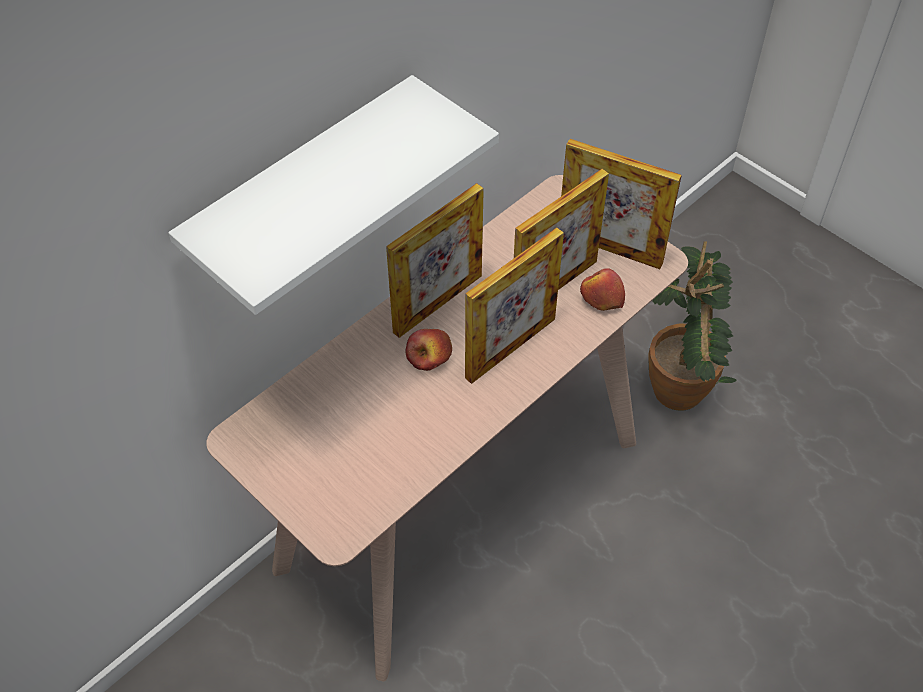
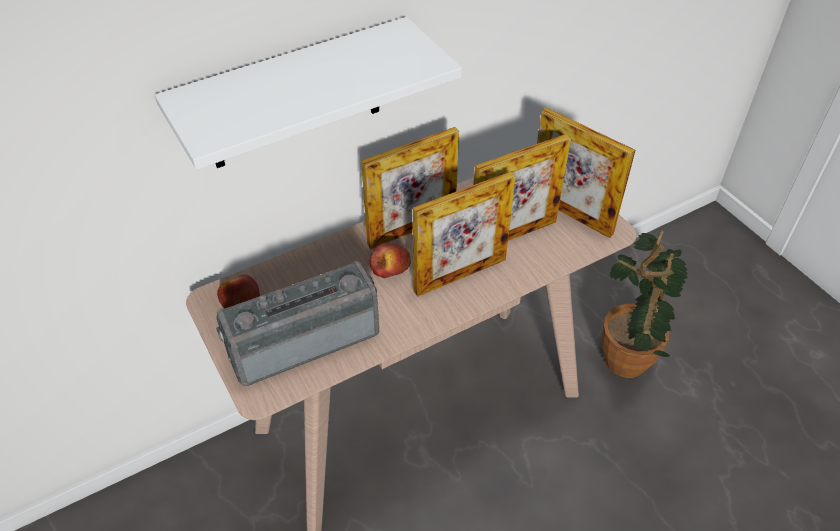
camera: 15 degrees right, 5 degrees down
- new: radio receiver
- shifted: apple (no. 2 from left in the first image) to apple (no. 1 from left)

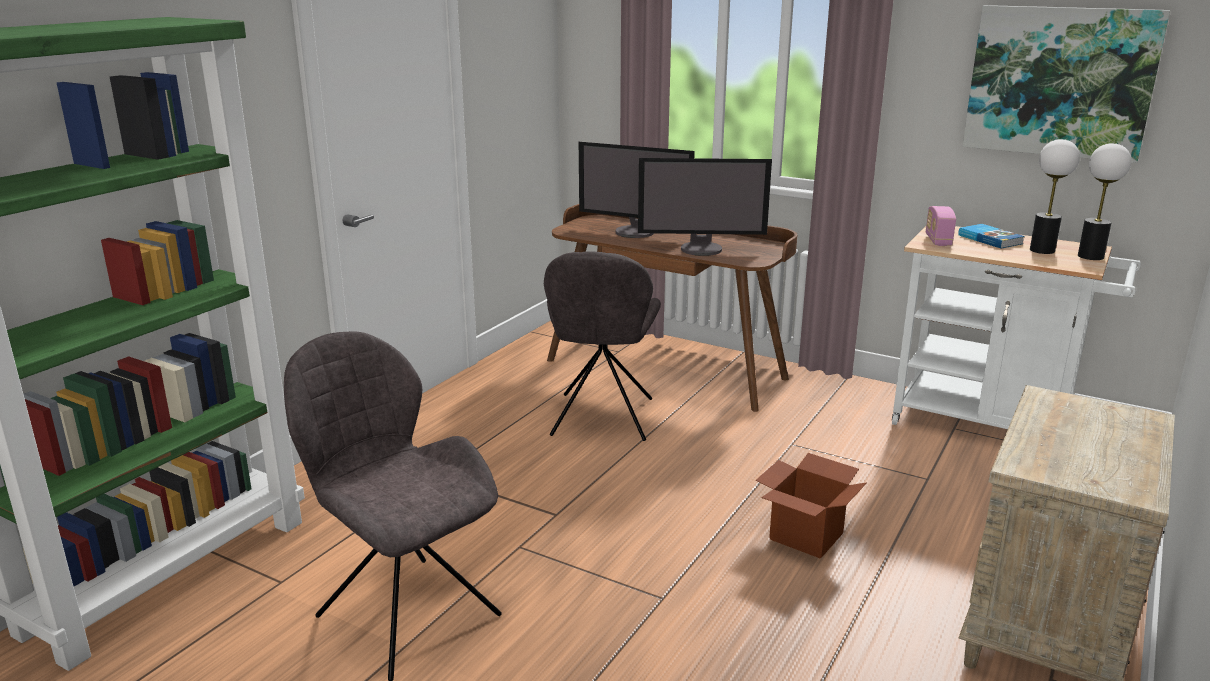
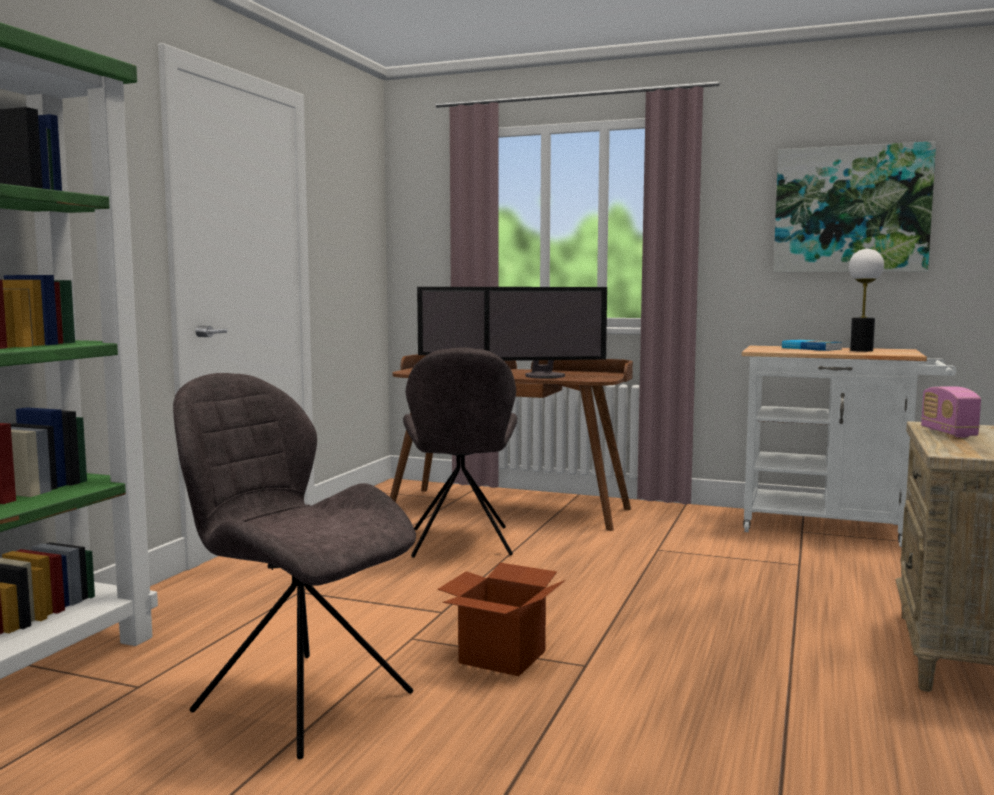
camera: 10 degrees left, 15 degrees down
- gone: table lamp (no. 2 from left)
- shifted: carton
- shifted: radio receiver

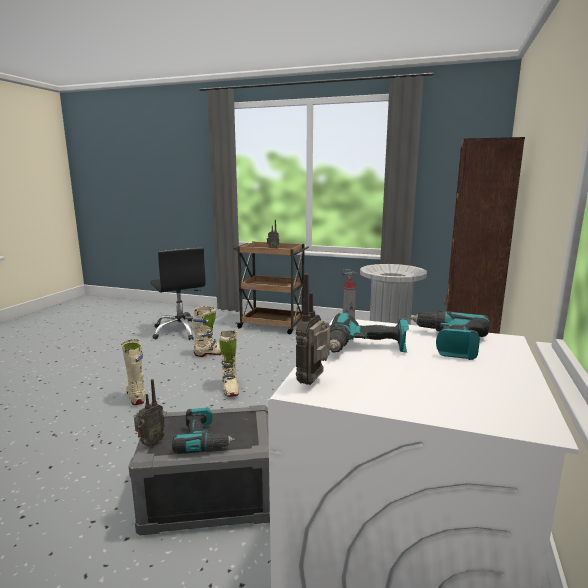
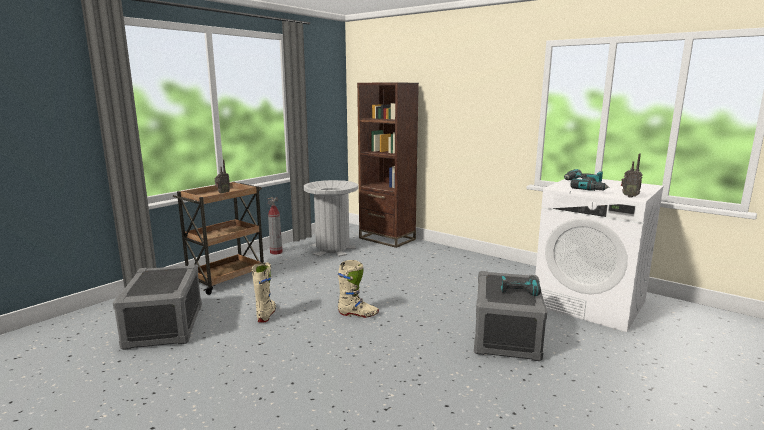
camera: 70 degrees left, 0 degrees up
- gone: high-top boot (beige-coloured) (no. 1 from left)
- gone: radio receiver (no. 1 from left)
- swapped: computer chair (blackish) to storage bin (grey) (no. 1 from left)

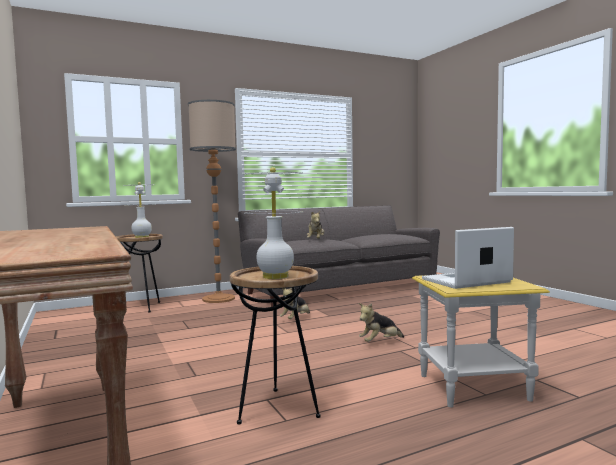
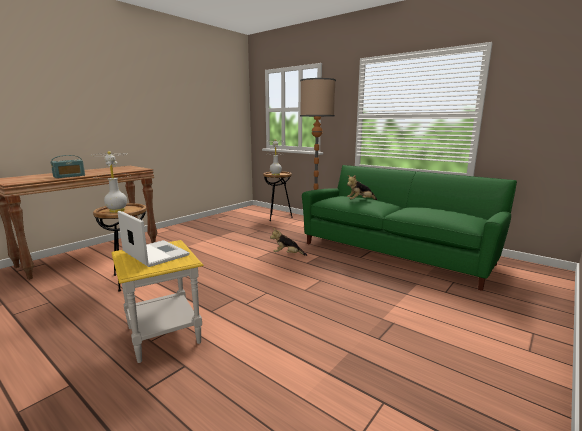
camera: 65 degrees right, 10 degrees up
- gone: plush toy (no. 3 from left)
- new: radio receiver
- repainted: settee (grey) to settee (green)

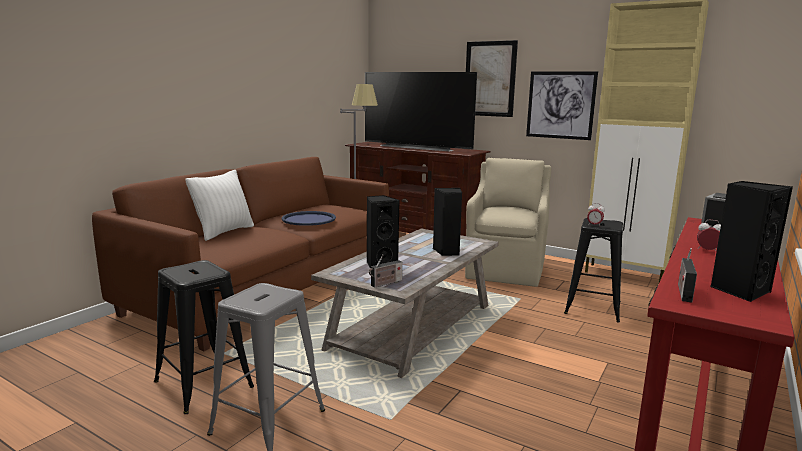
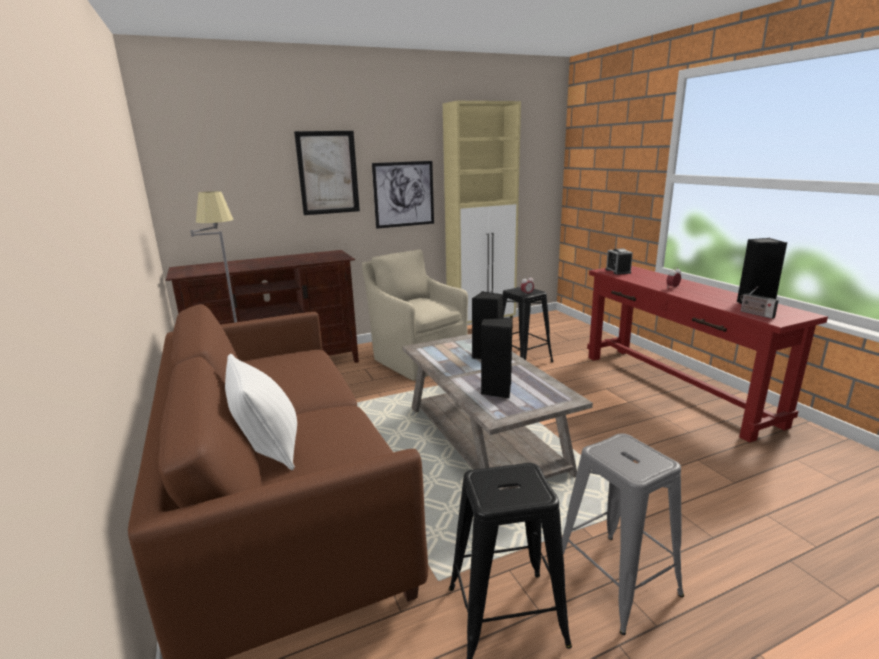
camera: 55 degrees left, 5 degrees up
- gone: serving tray (bluish)
- gone: television
- gone: radio receiver (no. 1 from left)

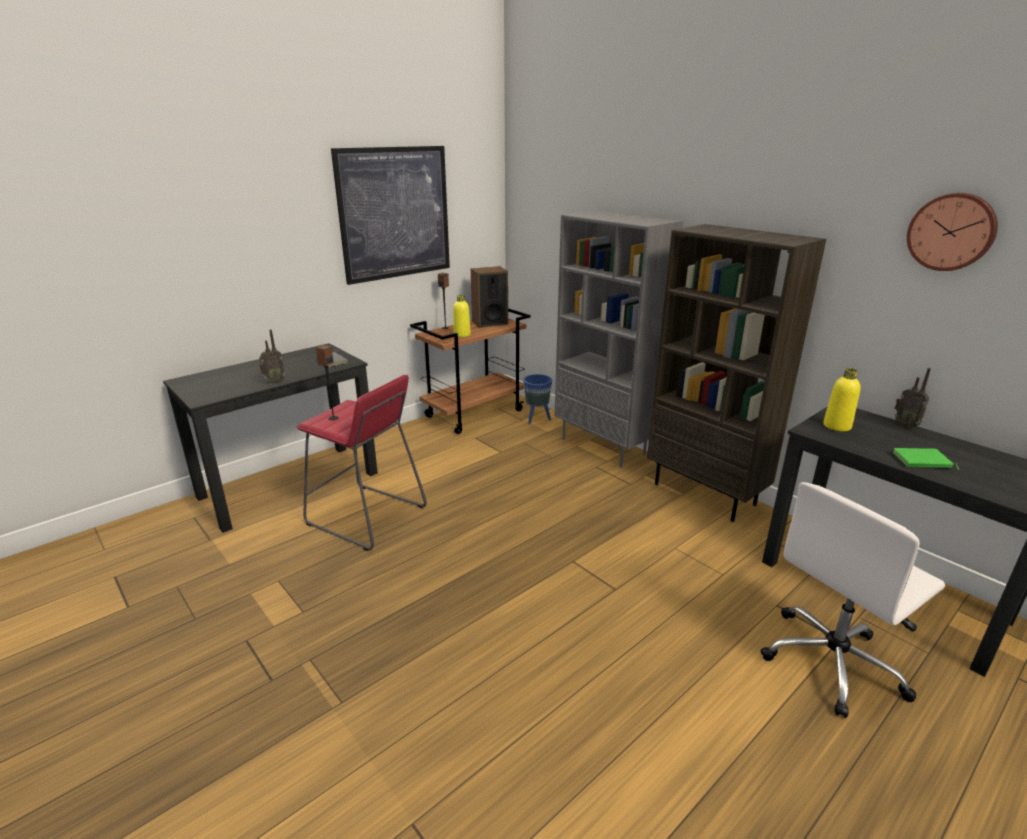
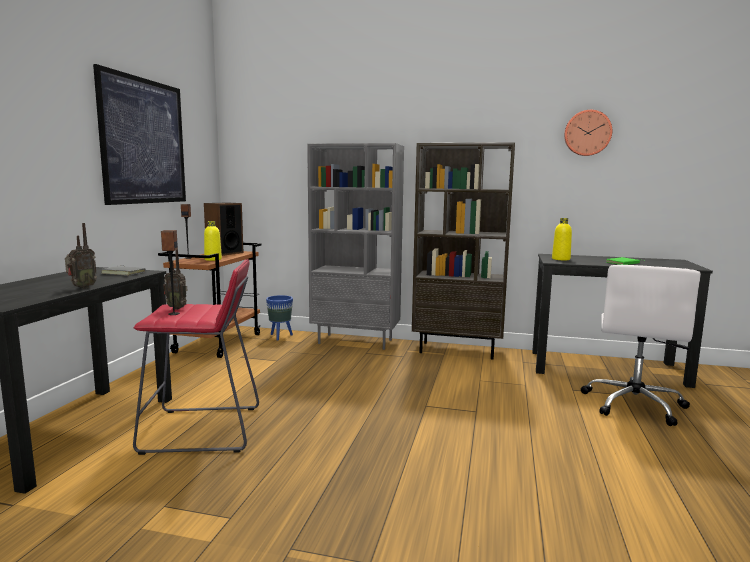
camera: 35 degrees left, 15 degrees down
- shifted: radio receiver (no. 2 from left)

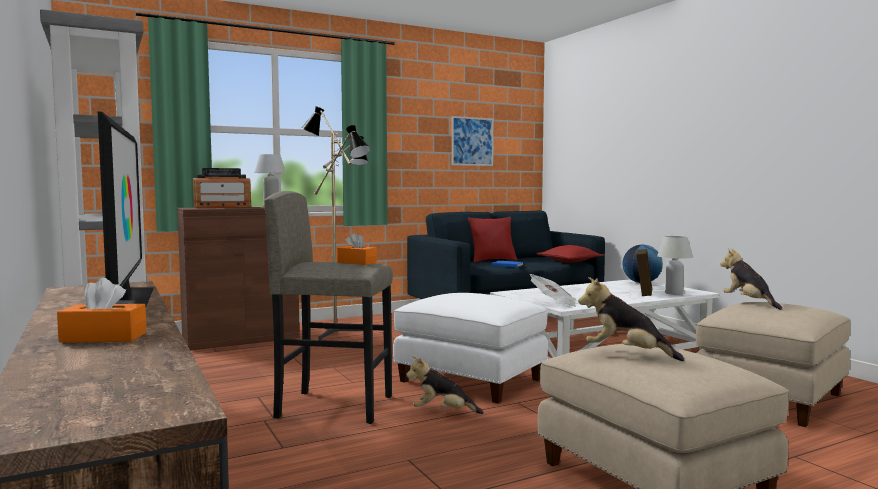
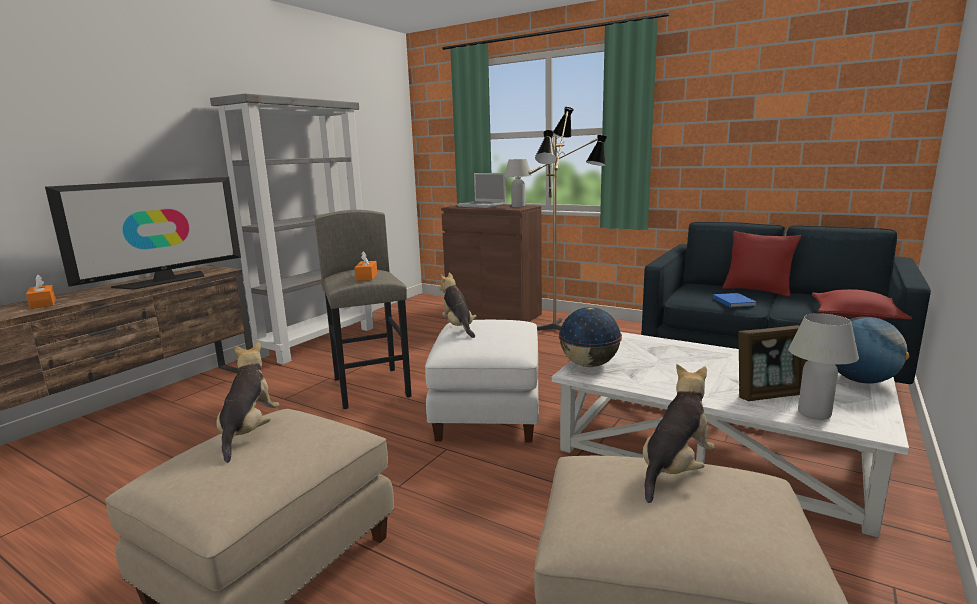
camera: 60 degrees right, 10 degrees up
- gone: wall art
- shifted: plush toy (no. 1 from left in the first image) to plush toy (no. 2 from left)
- swapped: radio receiver to laptop
- swapped: printed paper to desk globe (no. 1 from left)

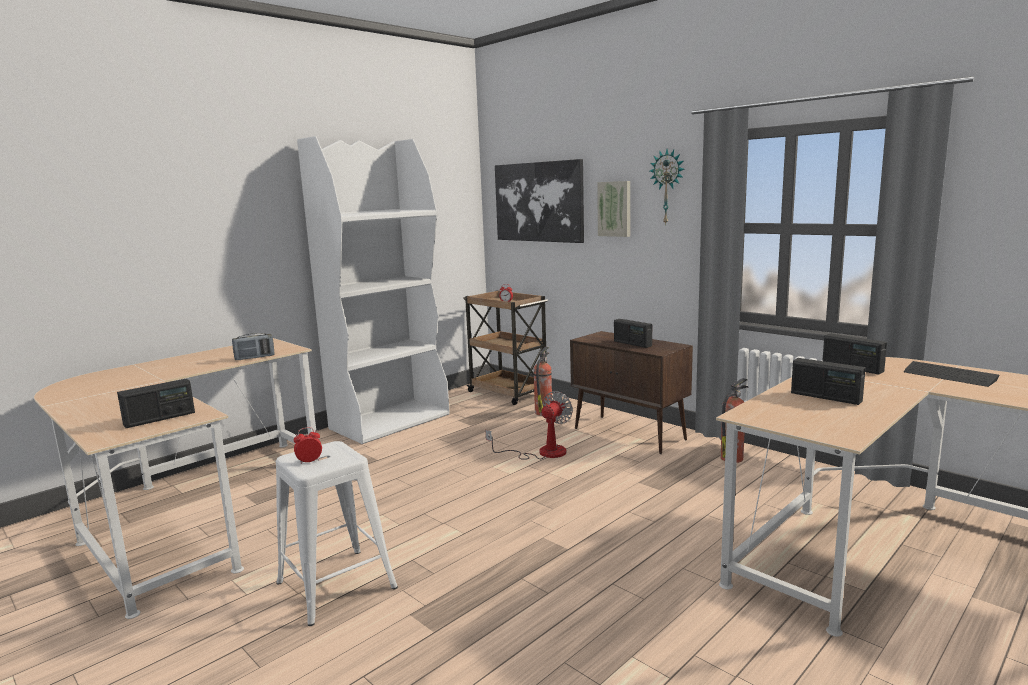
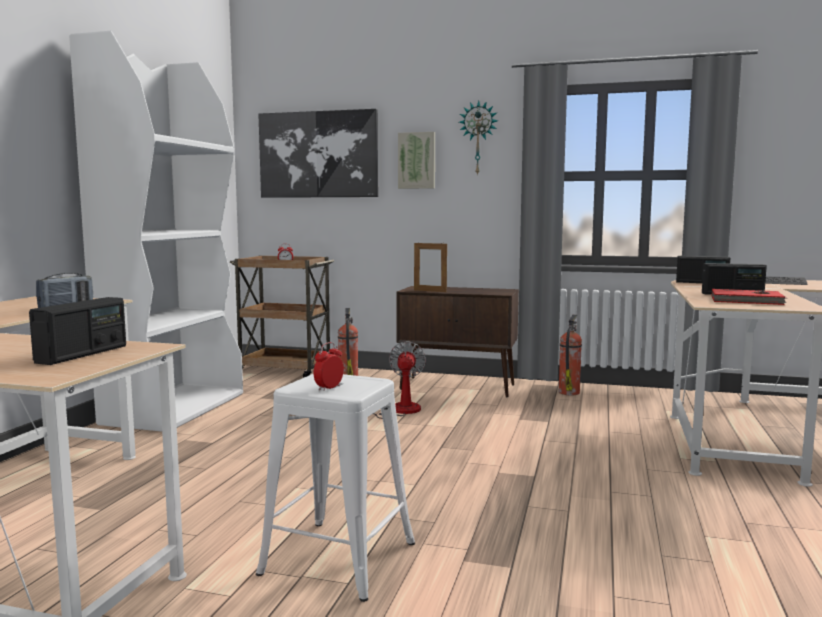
camera: 30 degrees left, 5 degrees down
- gone: radio receiver (no. 3 from left)
- new: photo frame
- new: bound book (red-coloured)

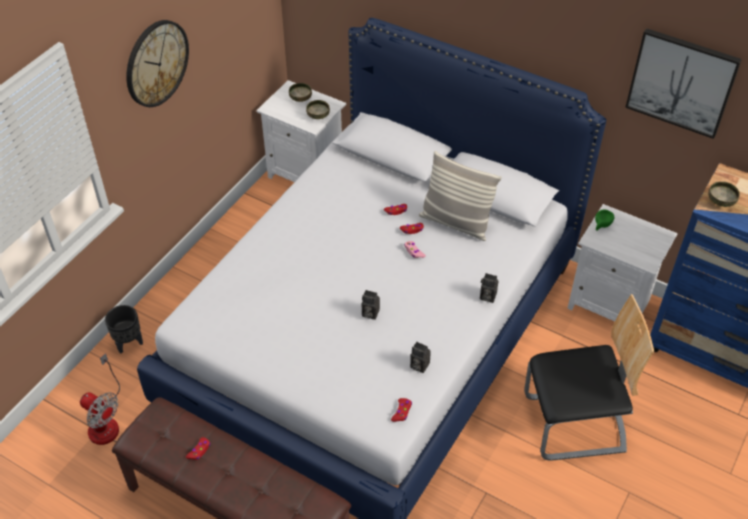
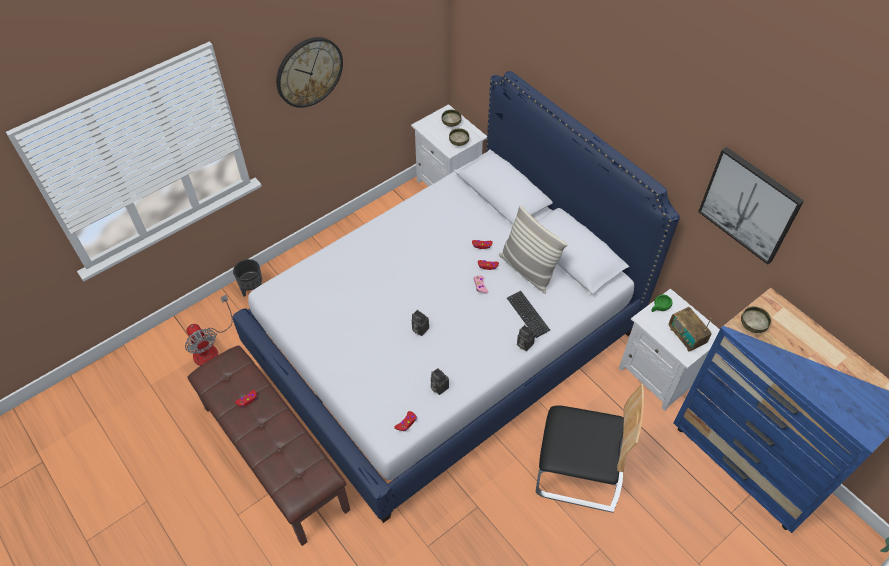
camera: 20 degrees right, 5 degrees up
- new: PC keyboard
- new: radio receiver

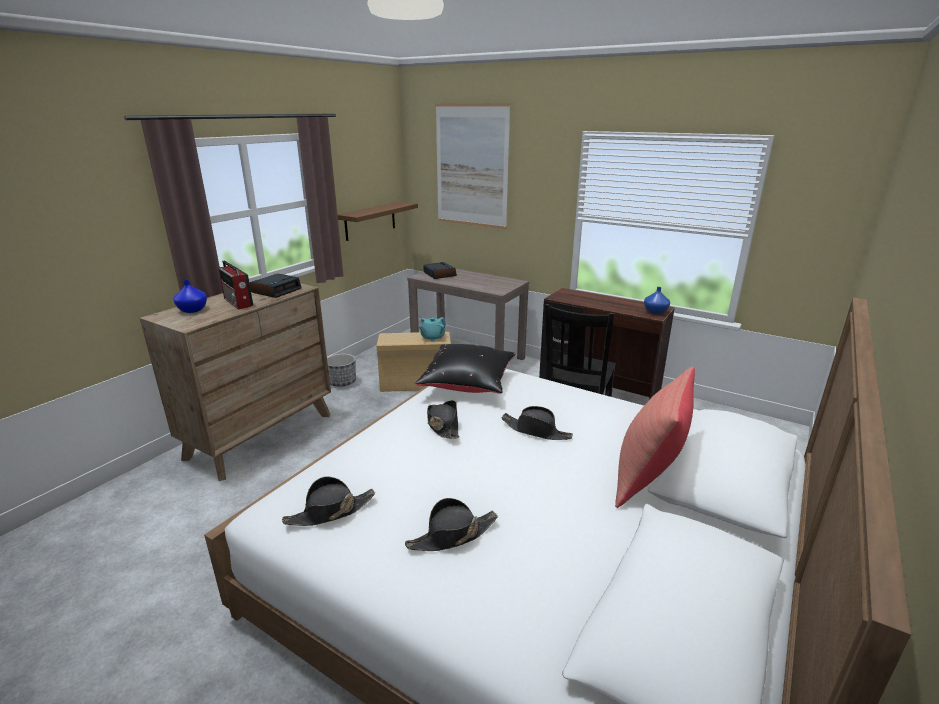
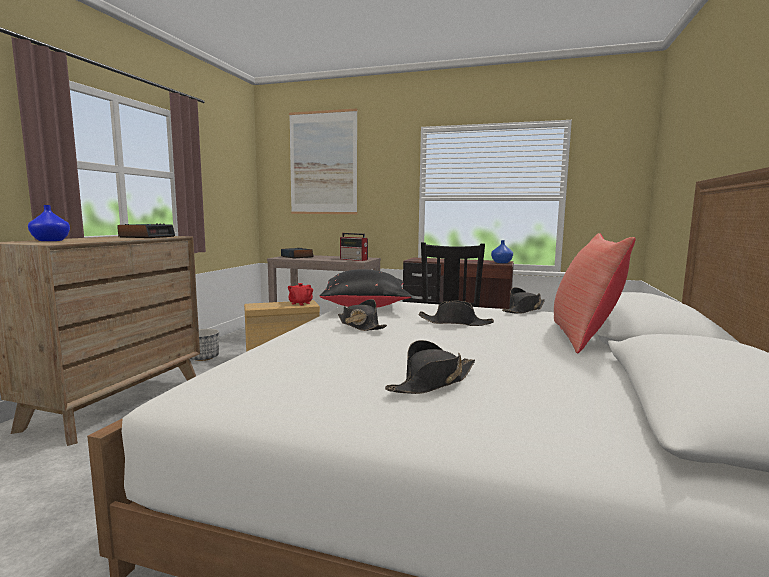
camera: 15 degrees left, 15 degrees down
- gone: bracket shelf (brown-coloured)
- shifted: radio receiver
- shifted: wearable hat (blackish) (no. 1 from left in the first image) to wearable hat (blackish) (no. 4 from left)
- repainted: tea pot (turquoise) to tea pot (red-coloured)

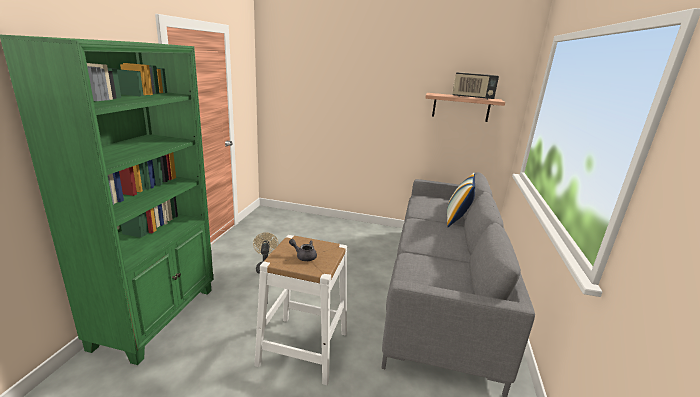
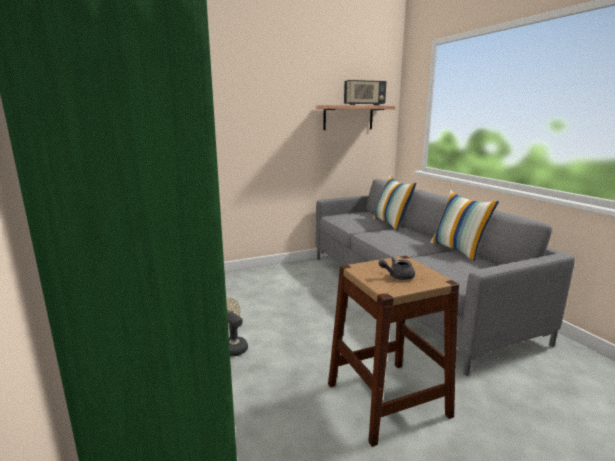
camera: 35 degrees left, 5 degrees down
- new: throw pillow (no. 2 from left)
- repainted: stool (white-coloured) to stool (brown-coloured)

